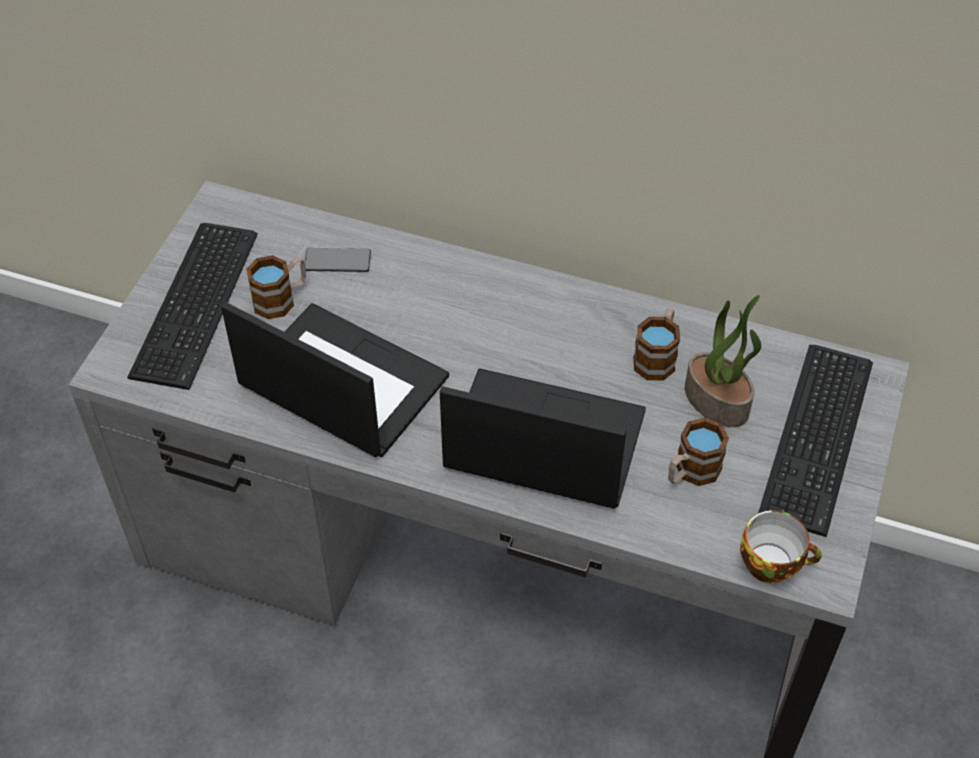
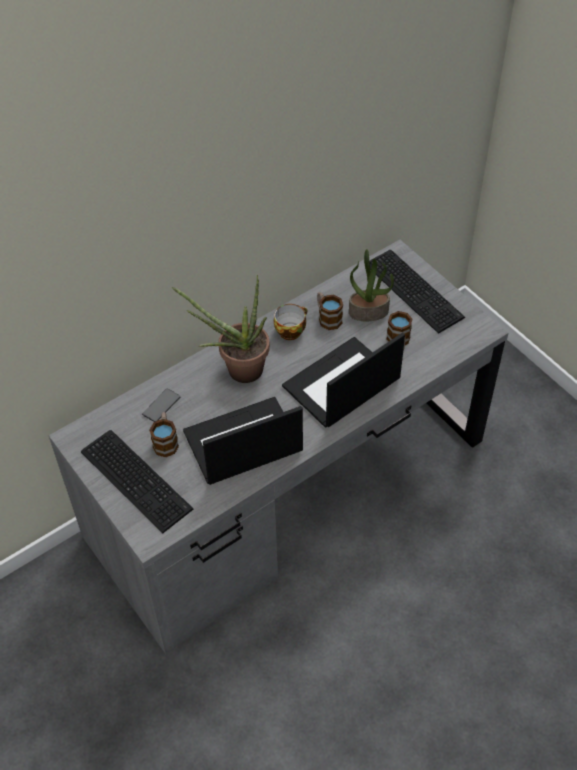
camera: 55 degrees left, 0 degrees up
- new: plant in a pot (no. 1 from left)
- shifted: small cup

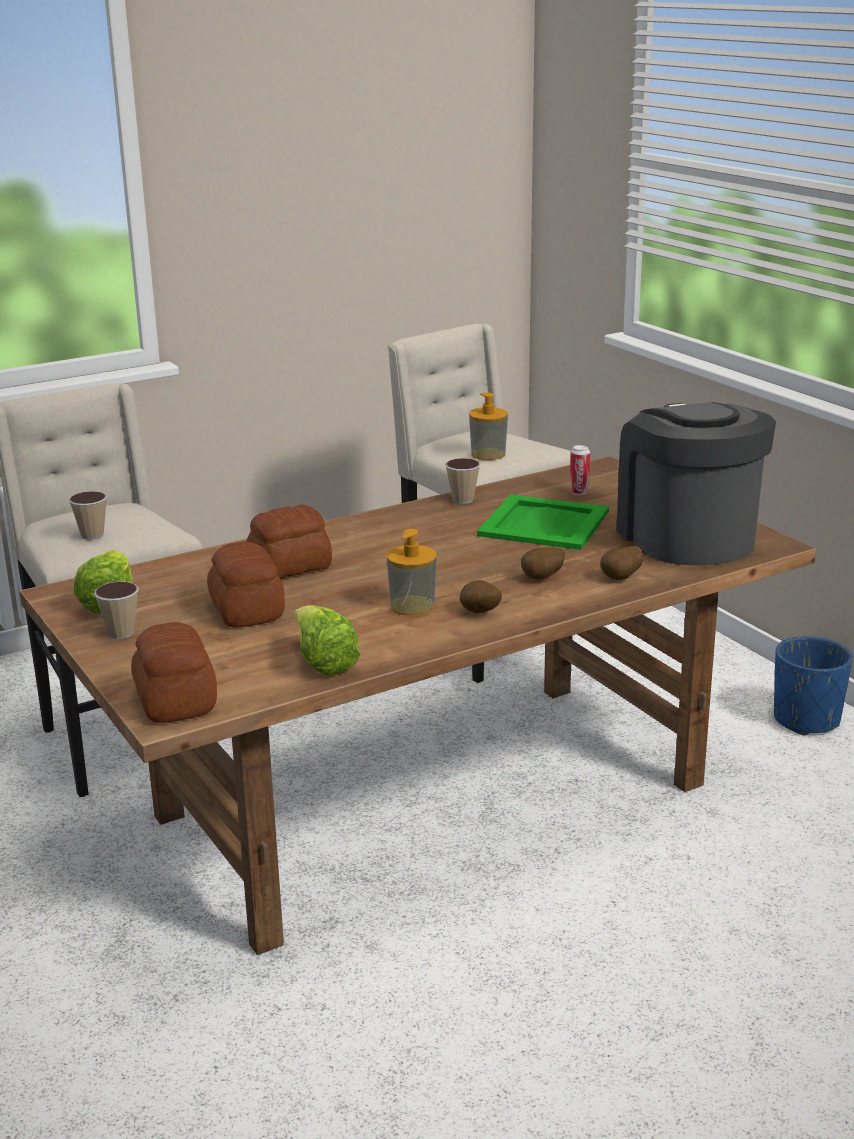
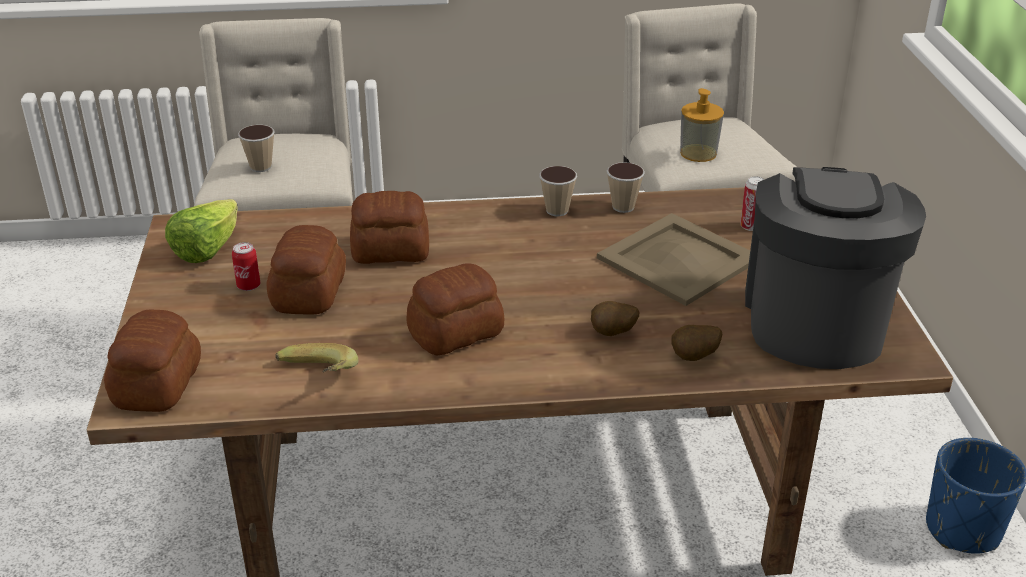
camera: 25 degrees right, 10 degrees up
- gone: whole potato (no. 1 from left)
- new: can (no. 1 from left)
- shifted: small cup (no. 2 from left)
- swapped: head of lettuce (no. 2 from left) to whole banana
- swapped: soap dispenser (no. 1 from left) to bakery bread (no. 4 from left)
- repainted: serving tray (green) to serving tray (beige-coloured)

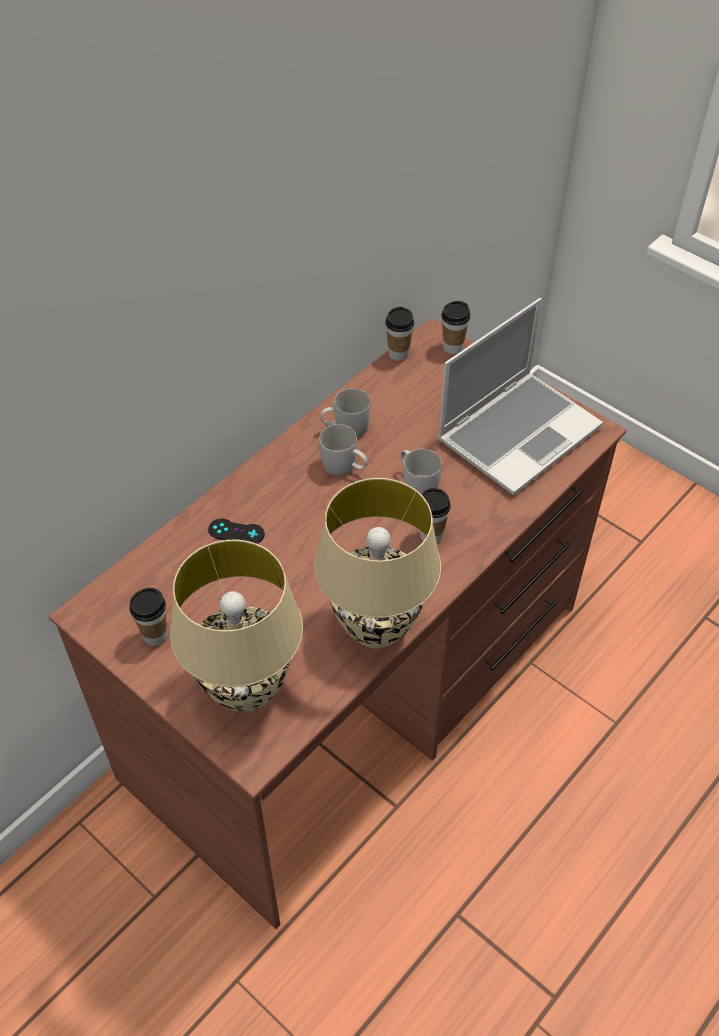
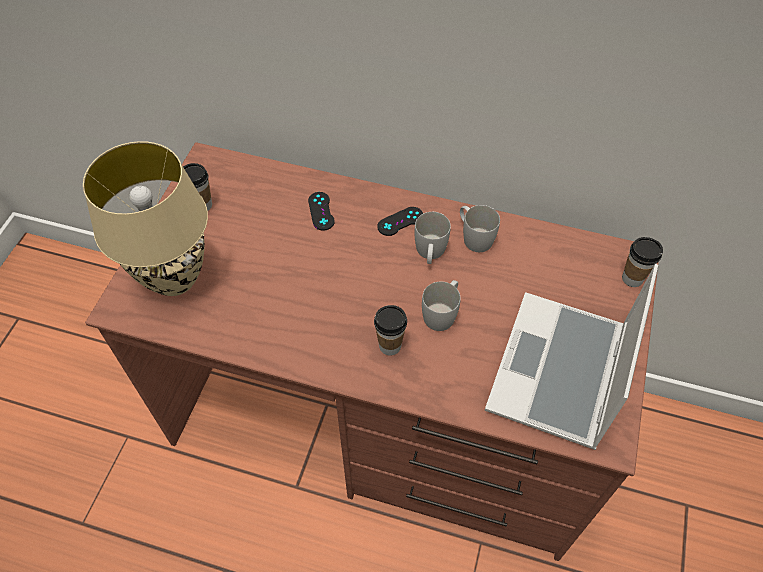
camera: 65 degrees right, 5 degrees up
- gone: table lamp (beige-coloured) (no. 2 from left)
- gone: small cup (no. 2 from left)
- new: joypad (blackish) (no. 2 from left)
- rotated: laptop 90 degrees clockwise

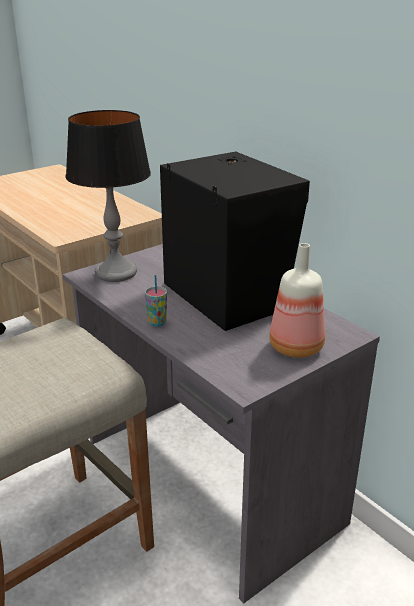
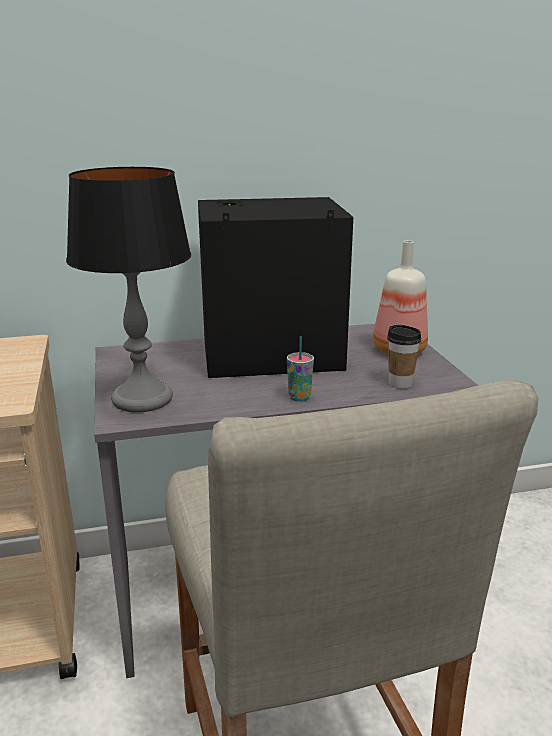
camera: 65 degrees left, 5 degrees down
- new: small cup (no. 2 from left)

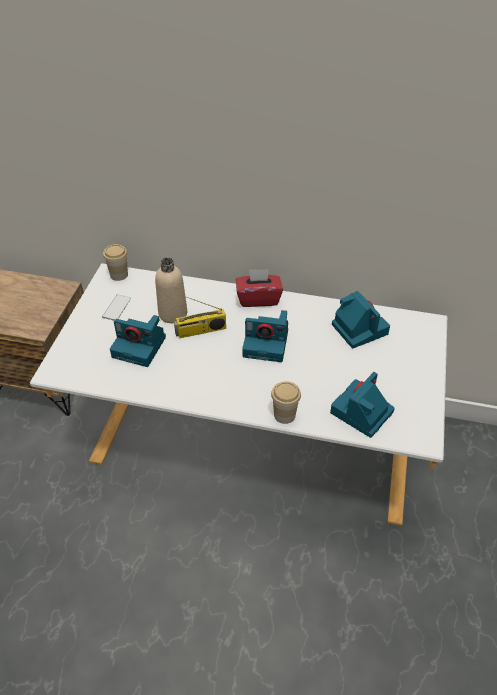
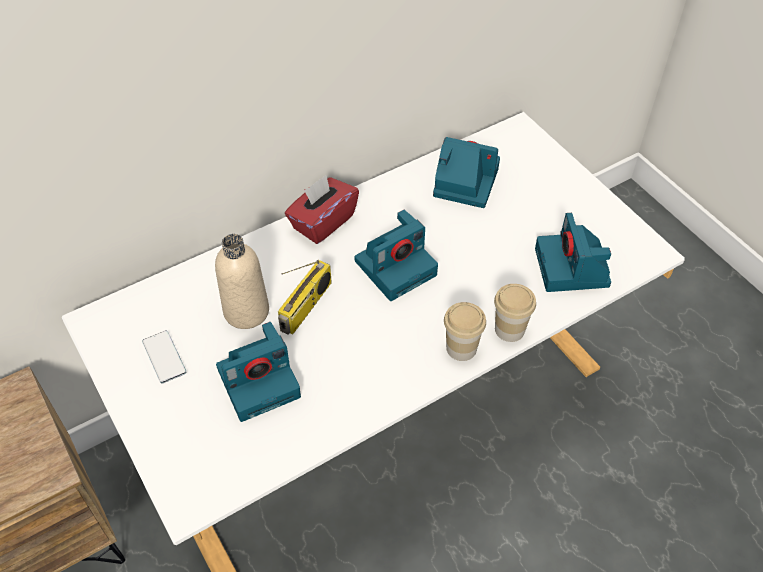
camera: 45 degrees left, 5 degrees up
- shifted: small cup (no. 1 from left)

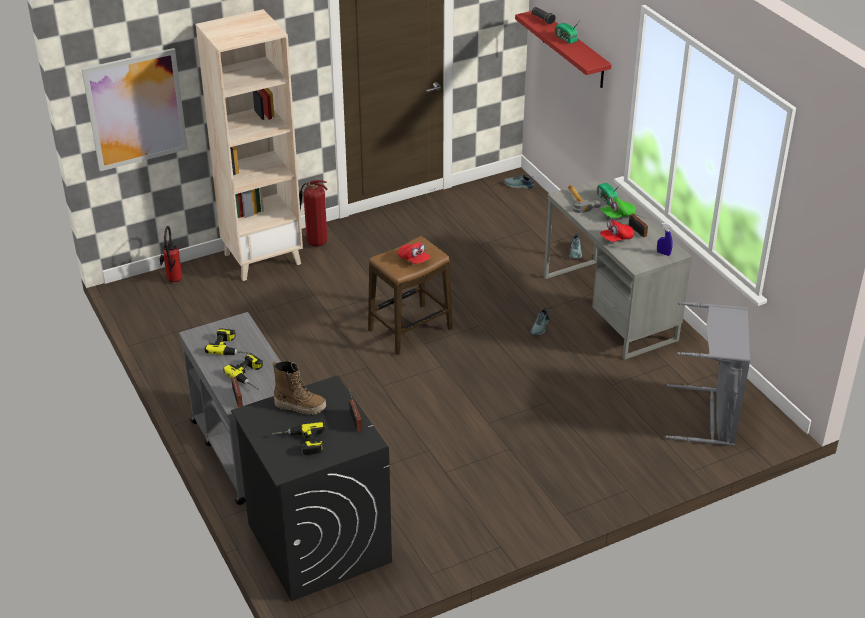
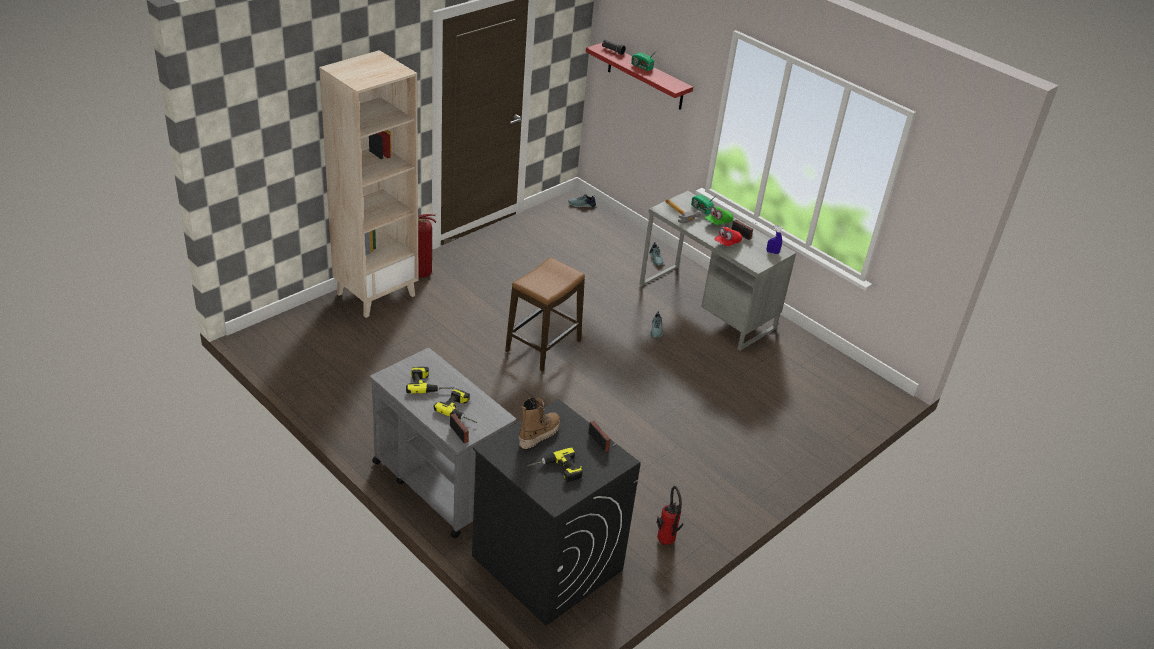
camera: 20 degrees left, 0 degrees up
- gone: wall art
- gone: peaked cap (red-coloured) (no. 1 from left)
- gone: laundry basket (grey)
- shifted: fire-fighting cylinder (no. 1 from left in the first image) to fire-fighting cylinder (no. 2 from left)
- rotated: high-top boot 45 degrees counterclockwise

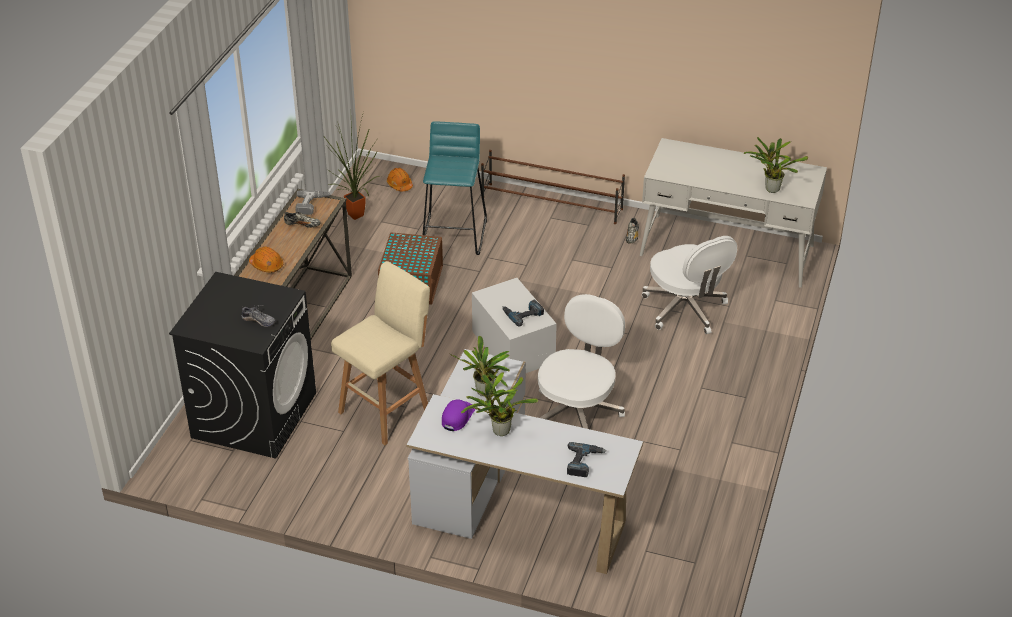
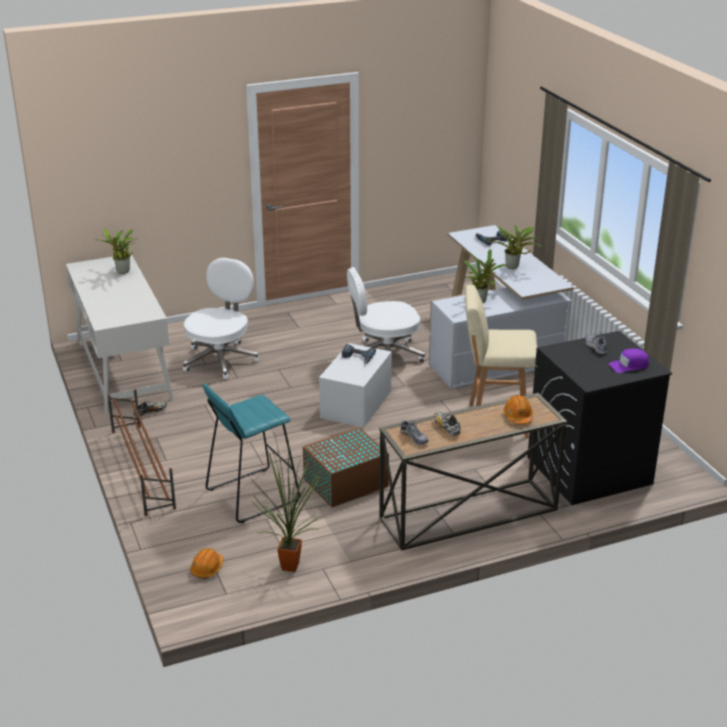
camera: 130 degrees left, 10 degrees down
- shifted: peaked cap (purplish)
- swapped: power drill (no. 1 from left) to item of footwear (no. 2 from left)

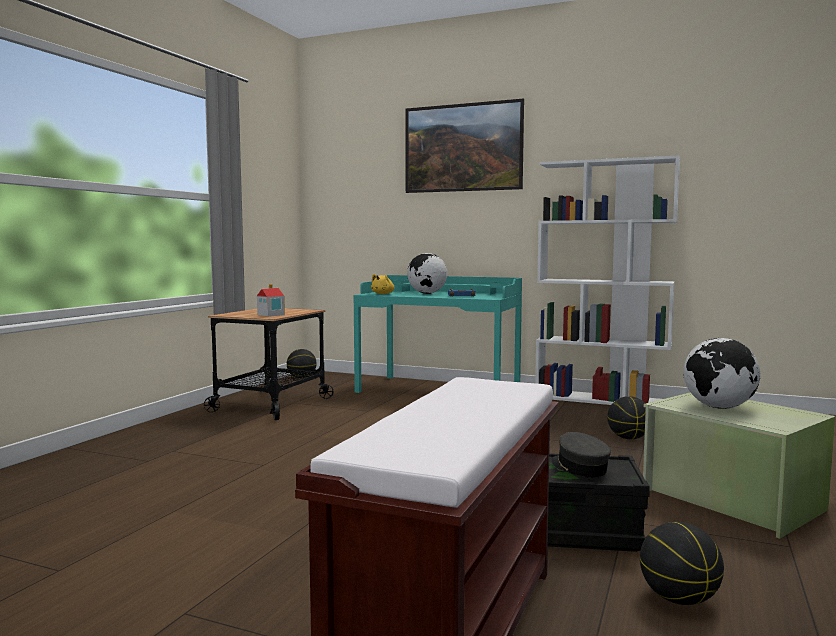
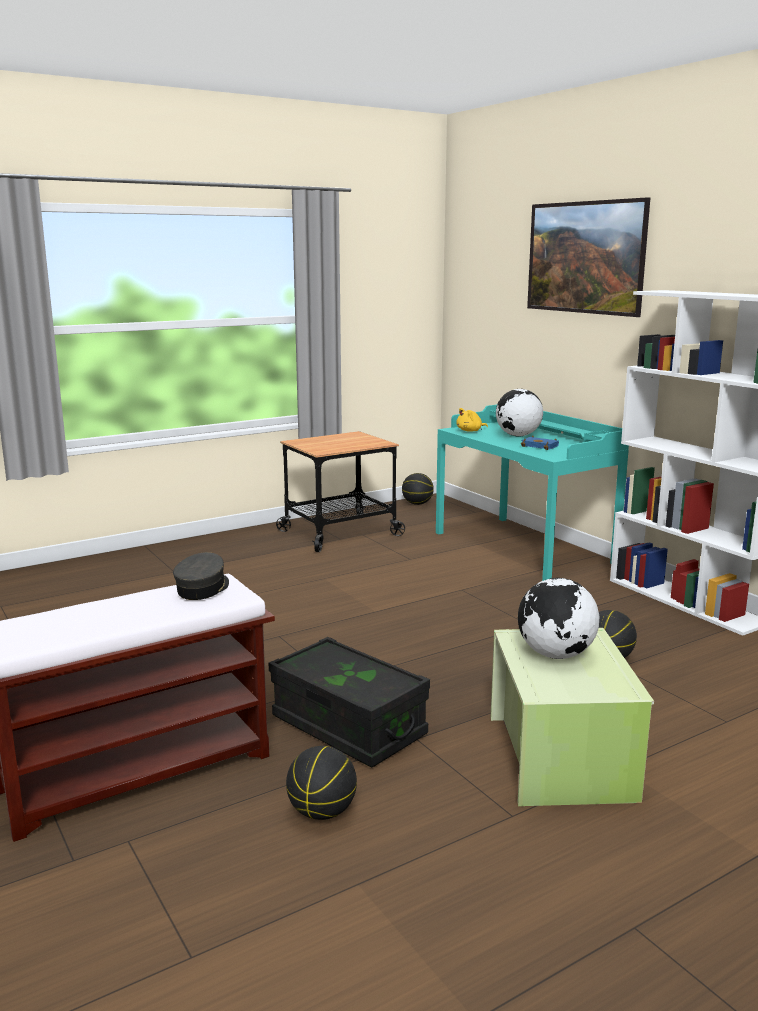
camera: 35 degrees right, 10 degrees up
- gone: miniature house
- shifted: peaked cap (grey)

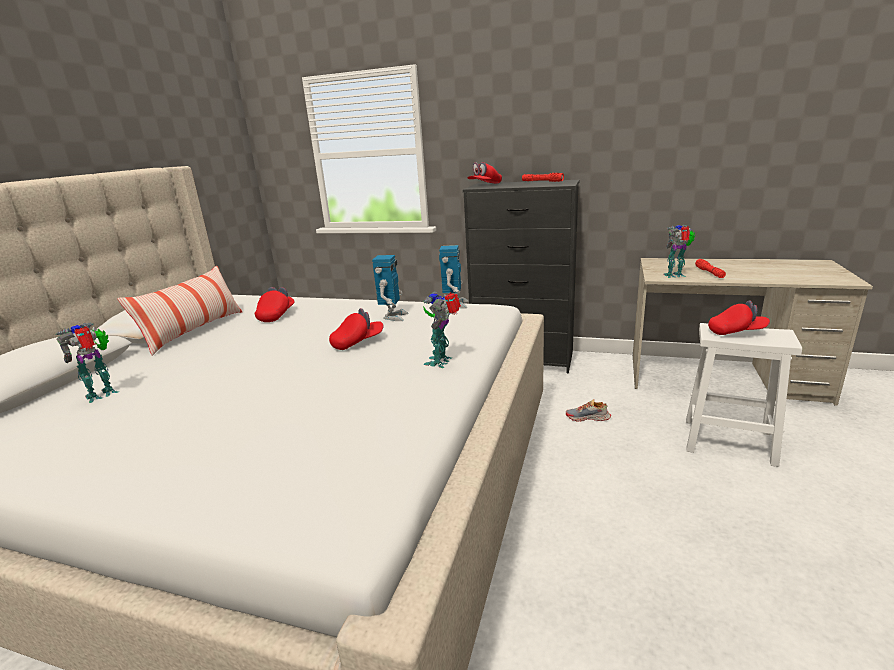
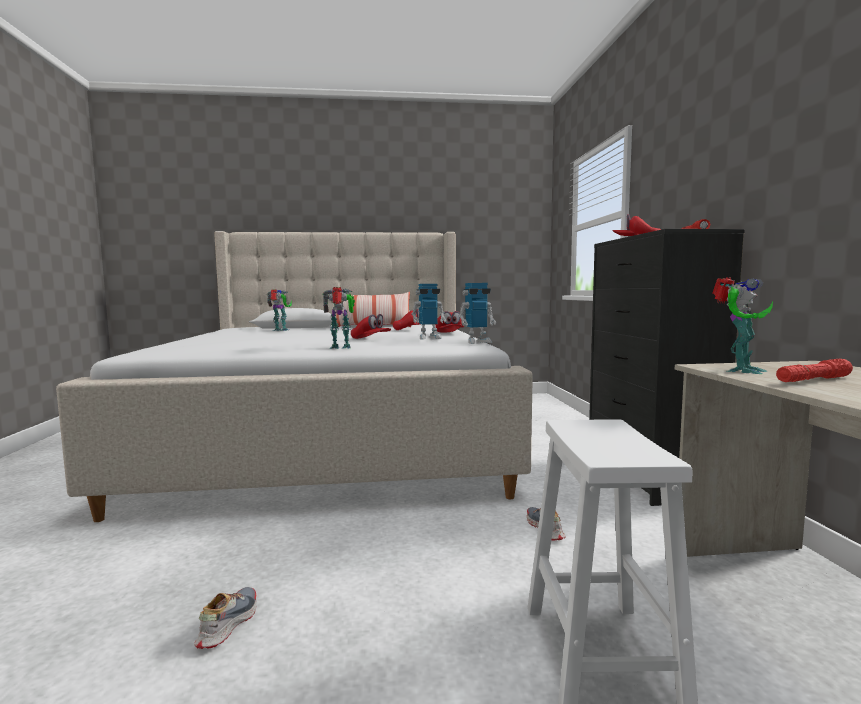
camera: 65 degrees right, 15 degrees down
- new: item of footwear (no. 1 from left)
- shifted: peaked cap (red-coloured) (no. 4 from left in the first image) to peaked cap (red-coloured) (no. 3 from left)
- rotated: robot figure (no. 5 from left) 75 degrees clockwise

